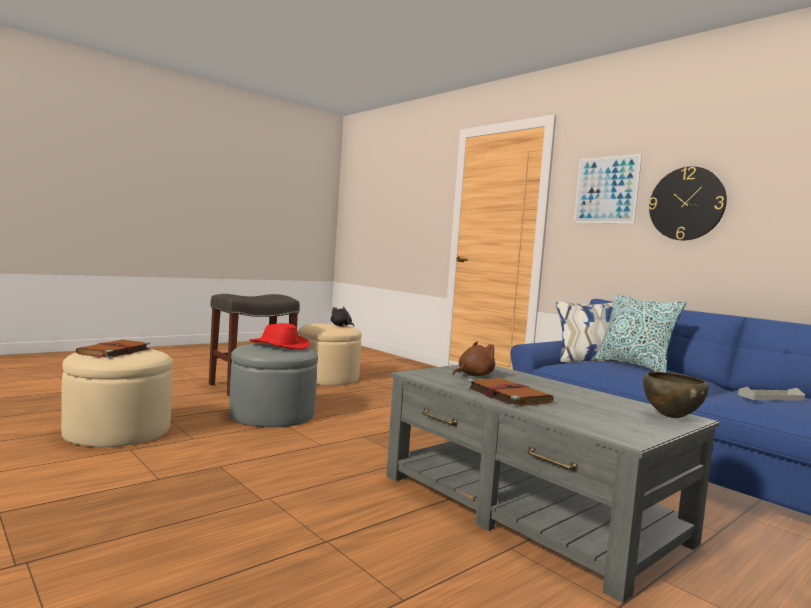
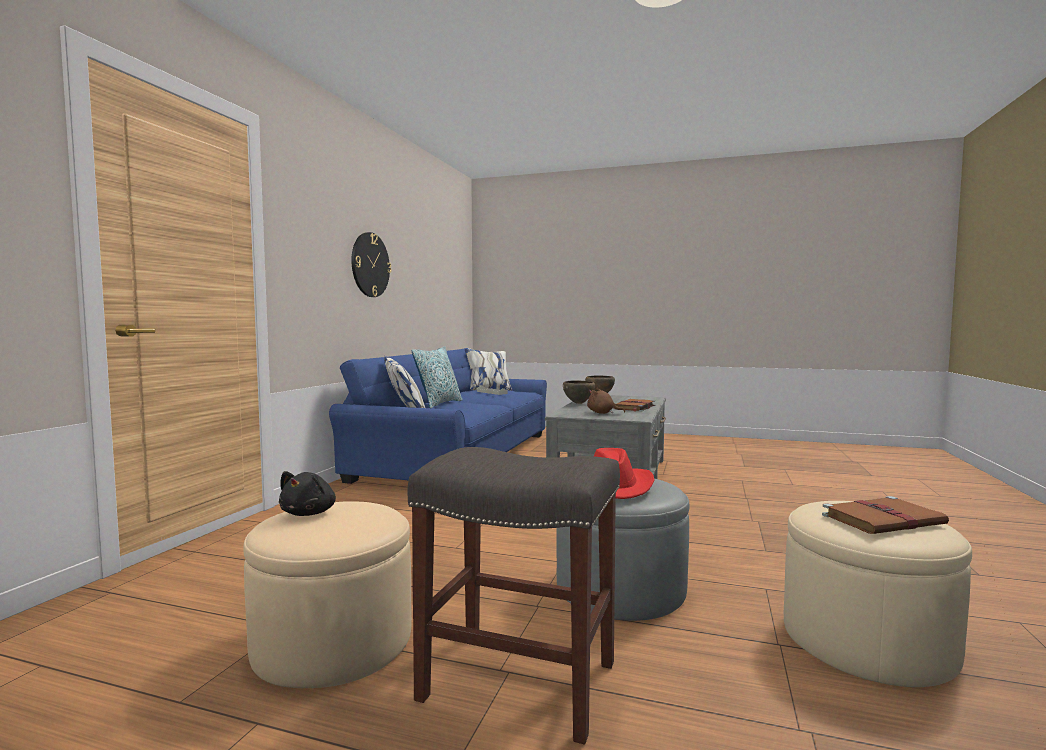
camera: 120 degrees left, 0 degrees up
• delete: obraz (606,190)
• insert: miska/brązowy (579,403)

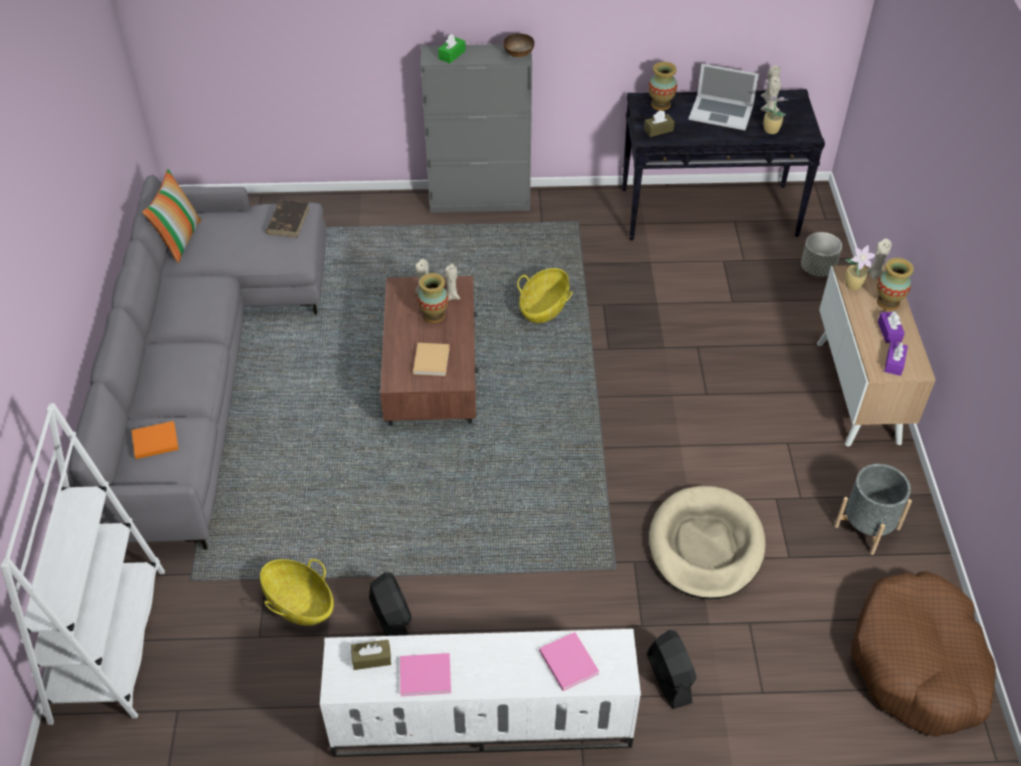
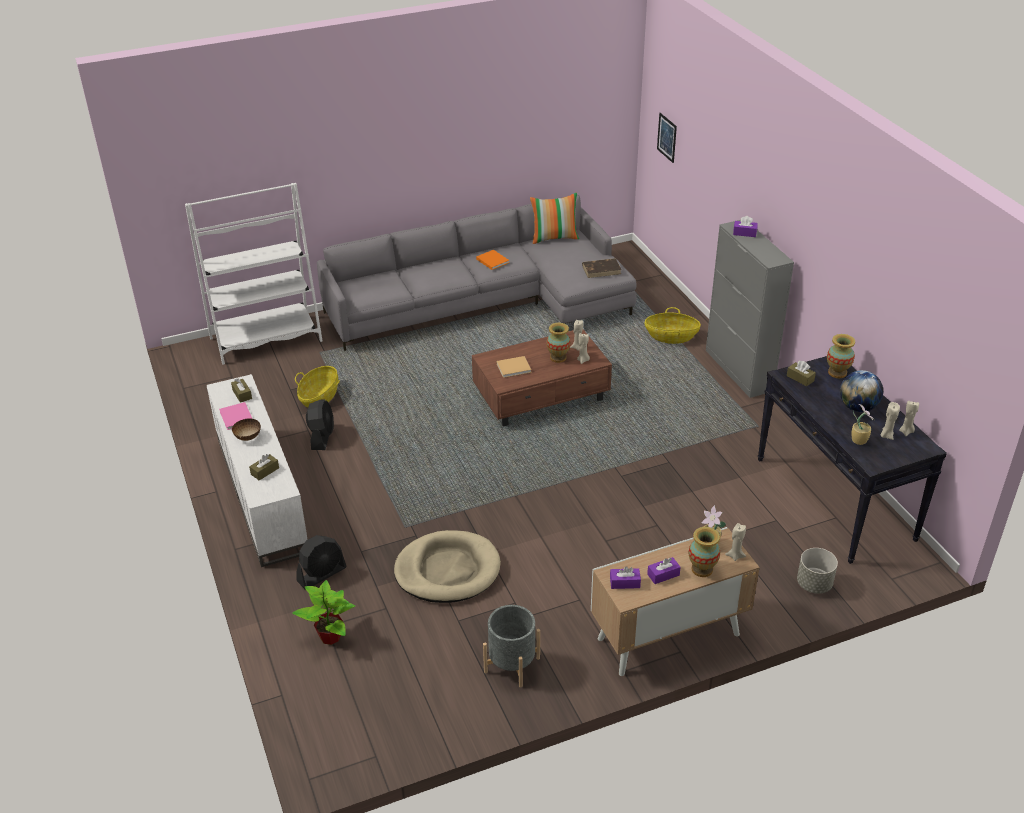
camera: 70 degrees right, 10 degrees down
• recolor: pudełko chusteczek/zielony (452,55) to pudełko chusteczek/fioletowy (744,233)
• move: miska (518,55) to (248,437)
• replace: laptop (721,112) to globus (858,407)
• move: koszyk (544,307) to (671,337)
• move: książka/pomarańczowy (153,441) to (492,260)
• rotate: wentylator/czarny (391,619) = (322,437) 45 degrees counterclockwise
• delete: legowisko/brązowy (918,663)
• replace: książka/różowy (568,661) to pudełko chusteczek/brązowy (265,471)
• insert: obraz (667,137)
• insert: roślina doniczkowa (331,636)

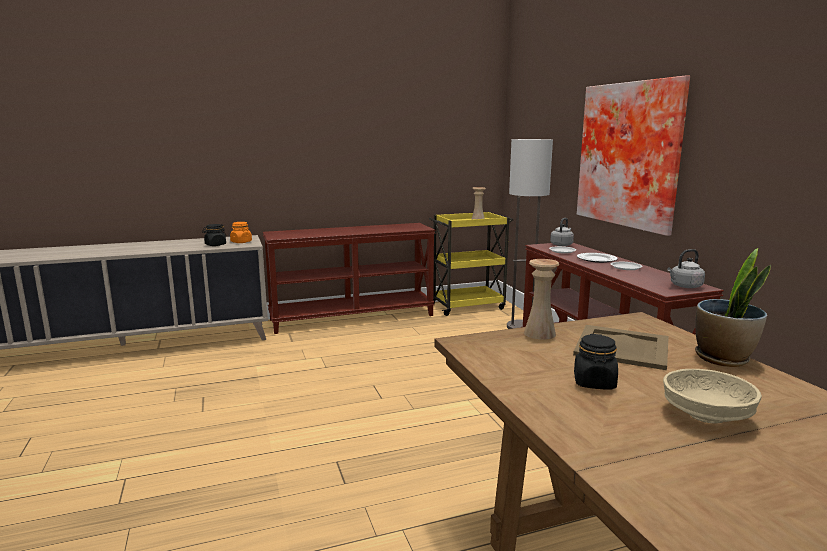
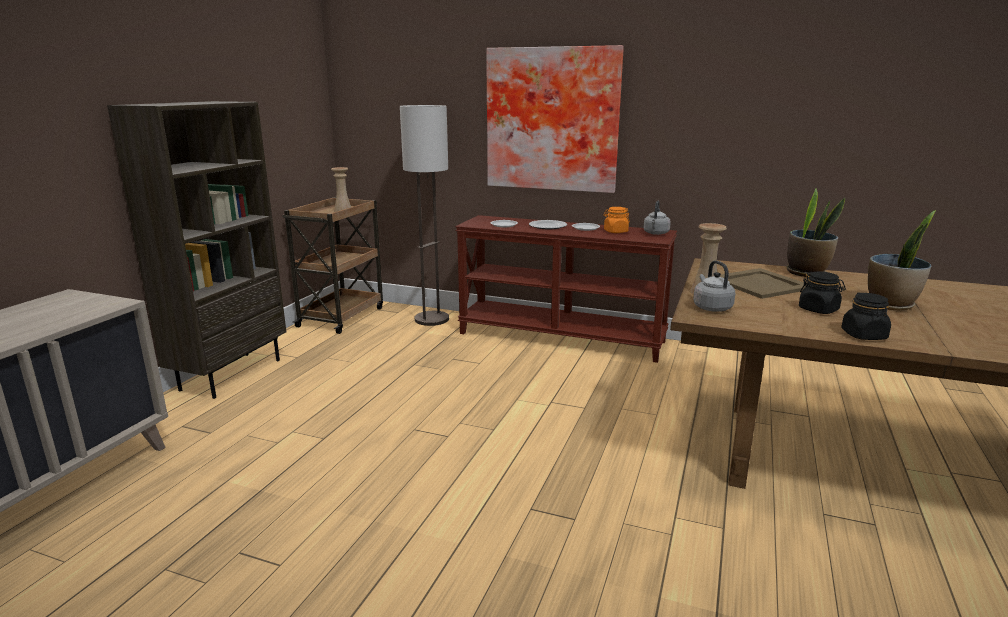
camera: 50 degrees left, 5 degrees up
• recolor: wózek/żółty (468,306) to wózek/brązowy (342,316)
• move: czajnik/szary (562,245) to (711,307)
• move: słoik/pomarańczowy (241,242) to (615,231)
• replace: stolik konsolowy/brązowy (352,317) to regał/brązowy (231,374)
• move: słoik/czarny (215,245) to (864,335)
• replace: miska/beżowy (707,415) to roślina doniczkowa (890,305)

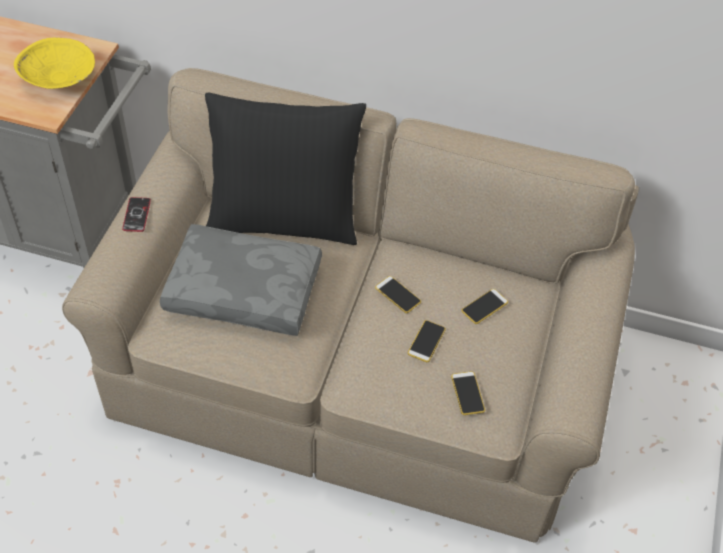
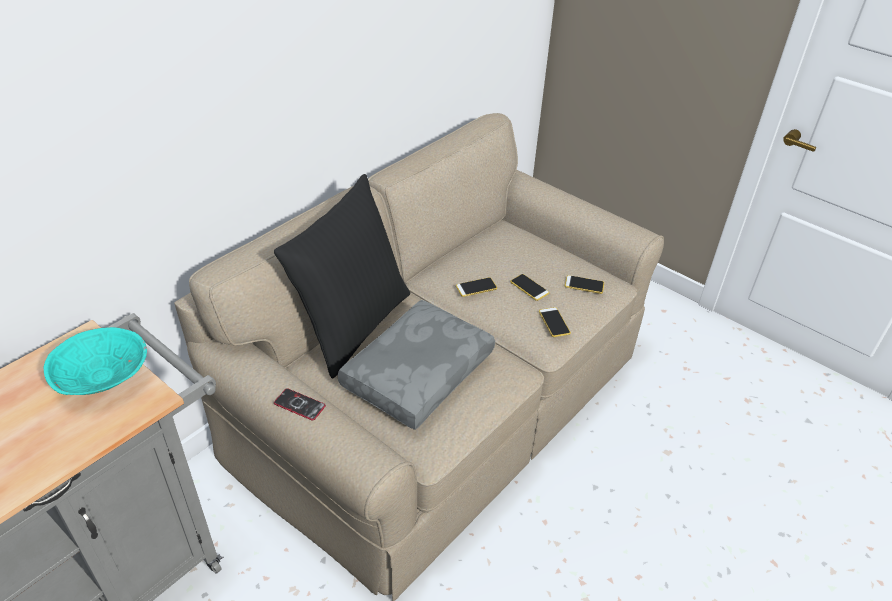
camera: 65 degrees left, 10 degrees down
• recolor: miska/żółty (60,79) to miska/turkusowy (104,377)
• move: telefon (484,306) to (554,322)

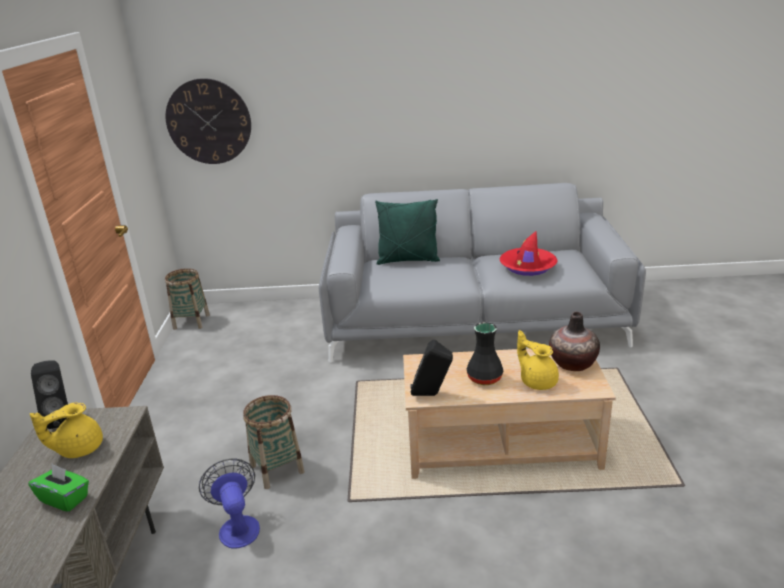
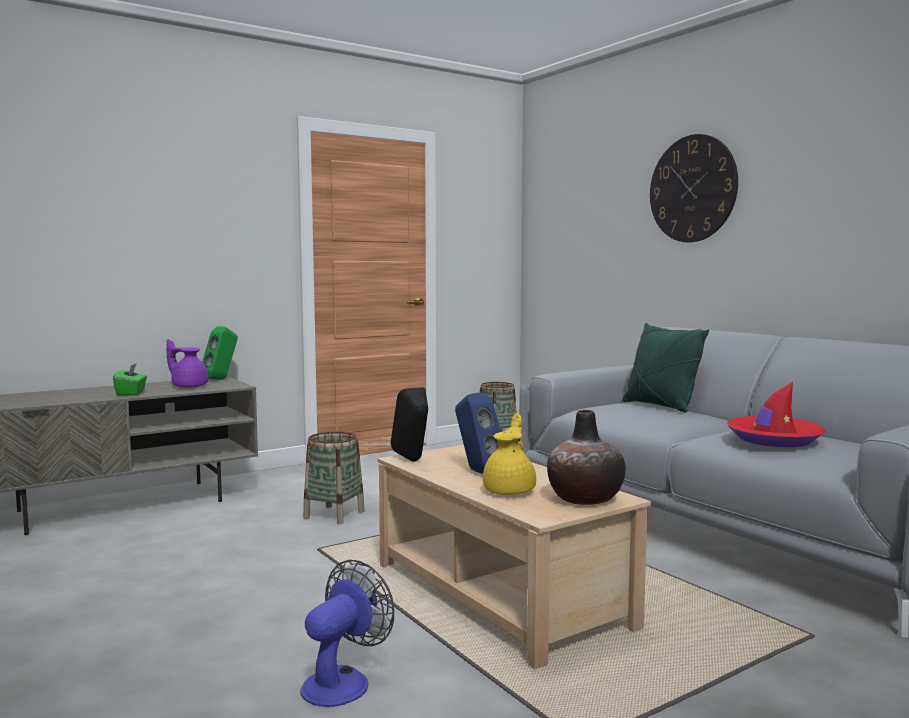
camera: 55 degrees right, 20 degrees down
• move: zegar ścienny (208,122) to (692,189)
• replace: wazon/czarny (483,378) to głośnik/niebieski (477,472)
• recolor: głośnik/czarny (62,418) to głośnik/zielony (221,379)
• recolor: imbryk/żółty (78,449) to imbryk/fioletowy (188,386)
• move: wentylator (237,526) to (343,681)

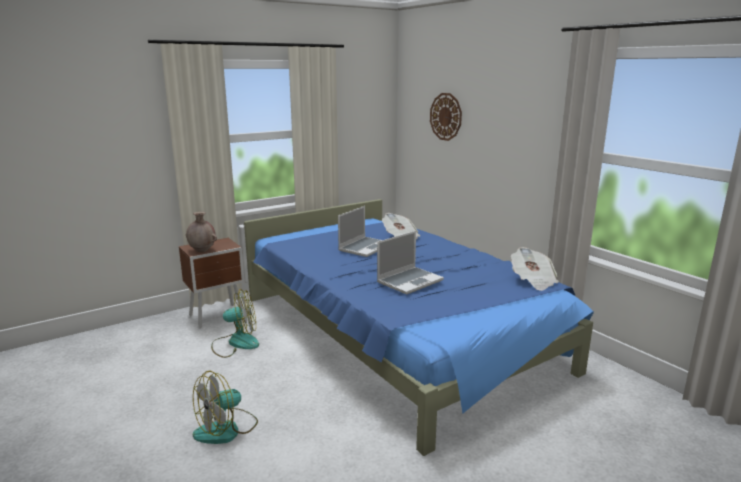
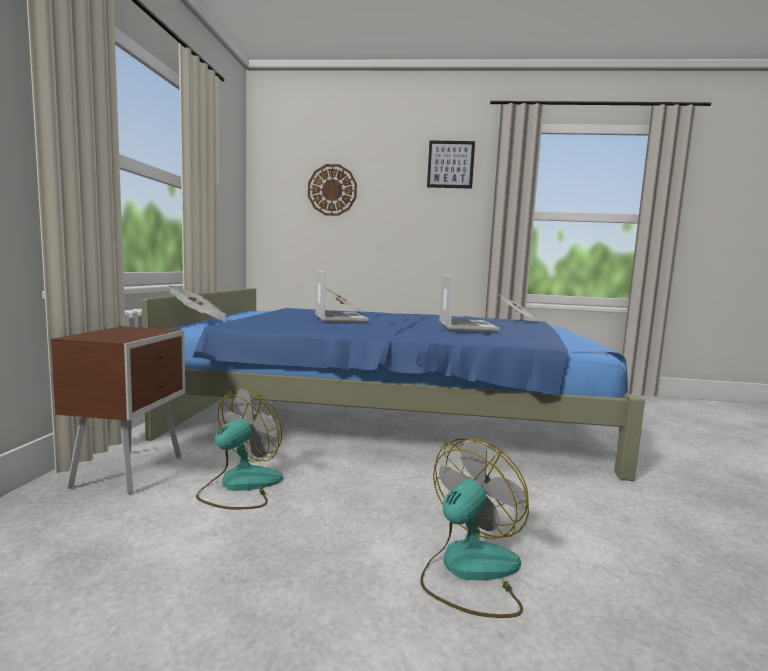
camera: 50 degrees left, 10 degrees down
• delete: wazon/brązowy (202,251)
• rotate: wentylator (226,429) = (469,571) 135 degrees counterclockwise
• insert: obraz (450,164)
• insert: gazeta (200,319)

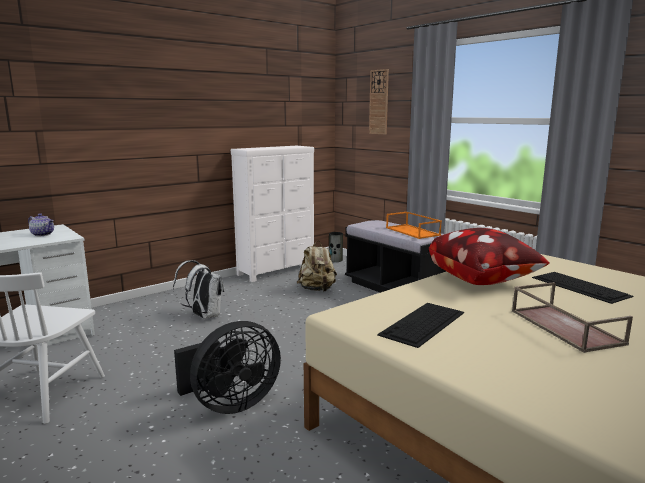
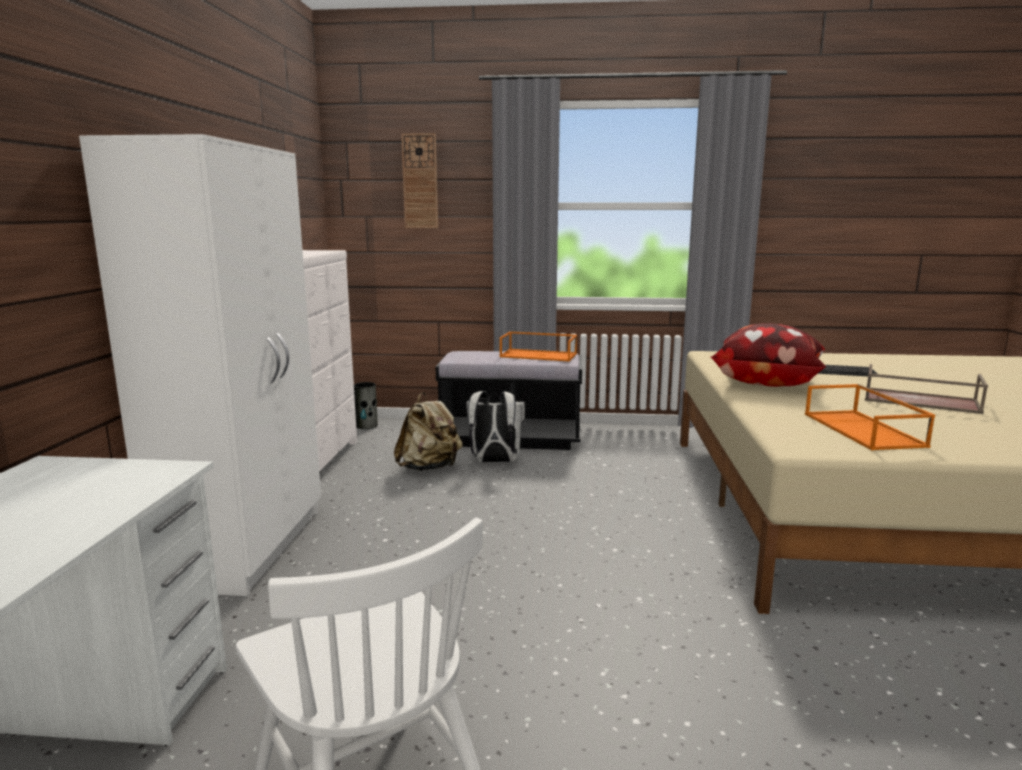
camera: 45 degrees left, 0 degrees up
• delete: imbryk (43,234)
• move: plecak/biały (203,316) to (494,462)
• replace: klawiatura (423,324) to taca/pomarańczowy (864,430)
• delete: wentylator/czarny (230,404)
• insert: szafa/biały (247,546)

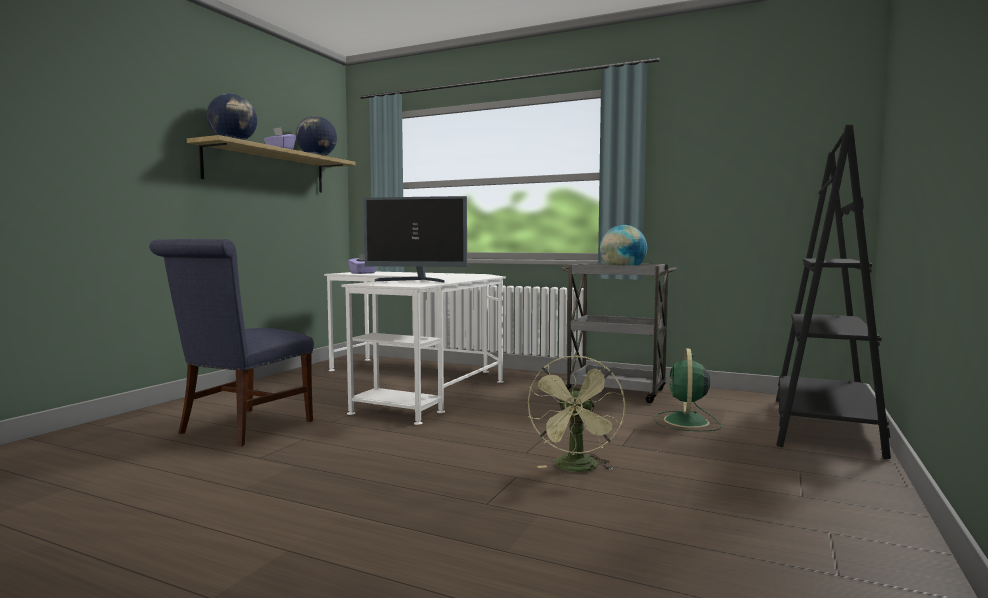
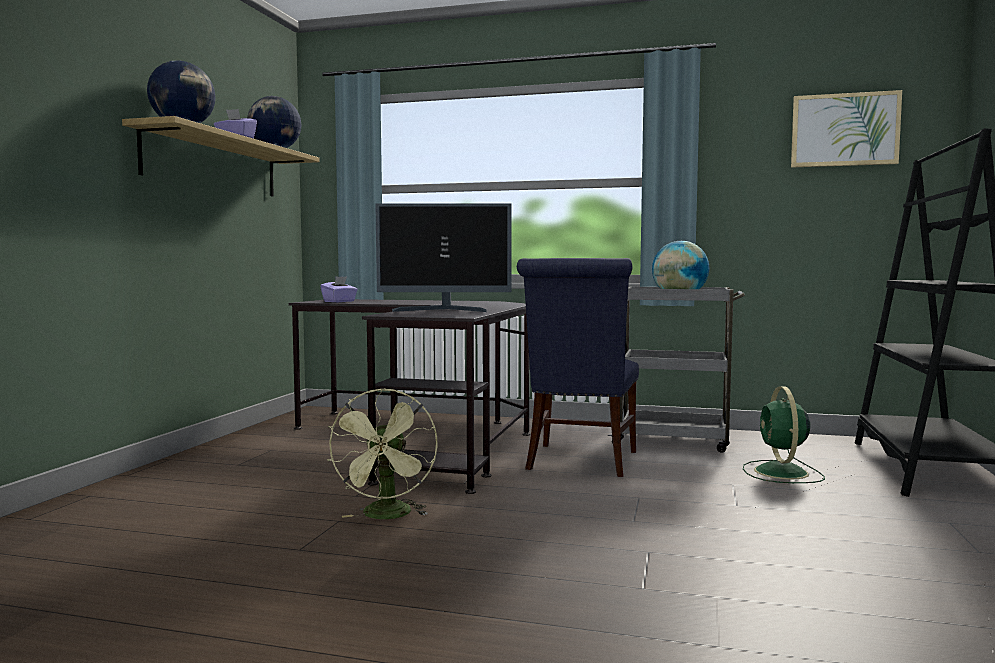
camera: 10 degrees left, 0 degrees up
• move: krzesło/niebieski (240,429) to (580,462)
• recolor: biurko/biały (418,382) to biurko/czarny (425,439)
• move: wentylator/zielony (577,469) to (387,516)
• insert: obraz (844,130)

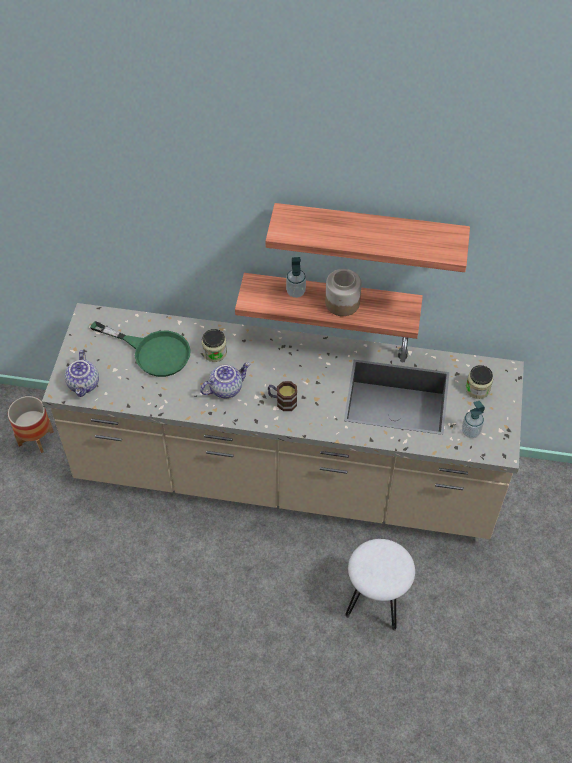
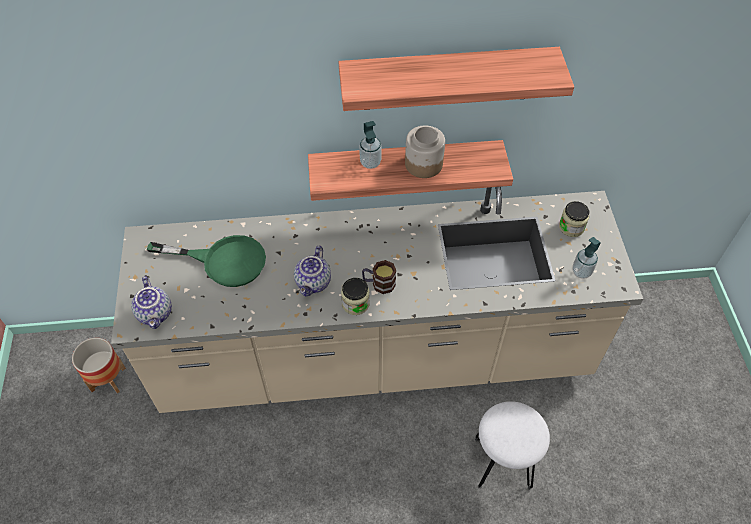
camera: 15 degrees left, 0 degrees up
• move: słoik (215,352) to (355,303)
• rotate: imbryk (226,388) = (314,283) 150 degrees clockwise

